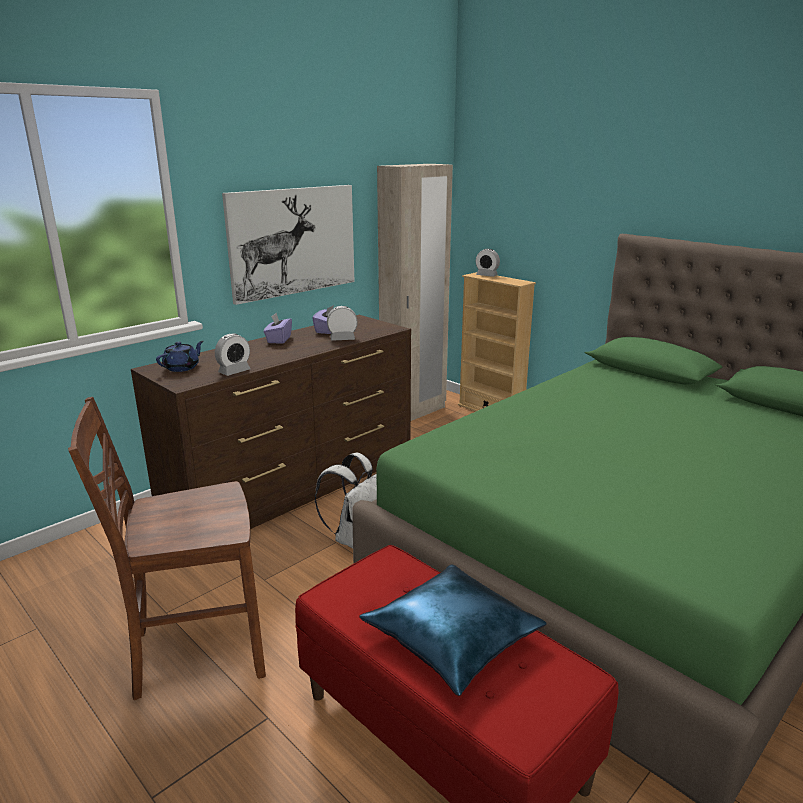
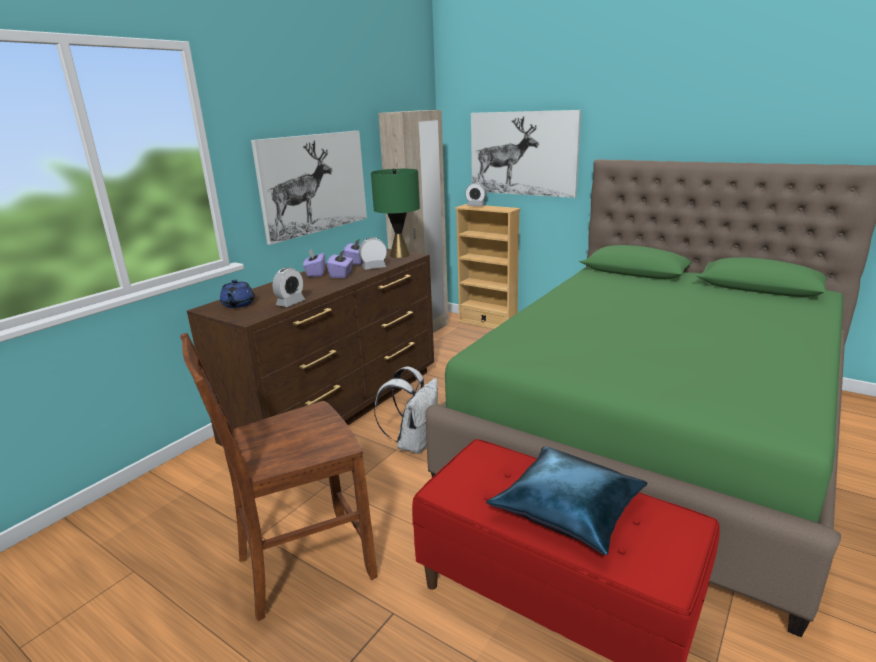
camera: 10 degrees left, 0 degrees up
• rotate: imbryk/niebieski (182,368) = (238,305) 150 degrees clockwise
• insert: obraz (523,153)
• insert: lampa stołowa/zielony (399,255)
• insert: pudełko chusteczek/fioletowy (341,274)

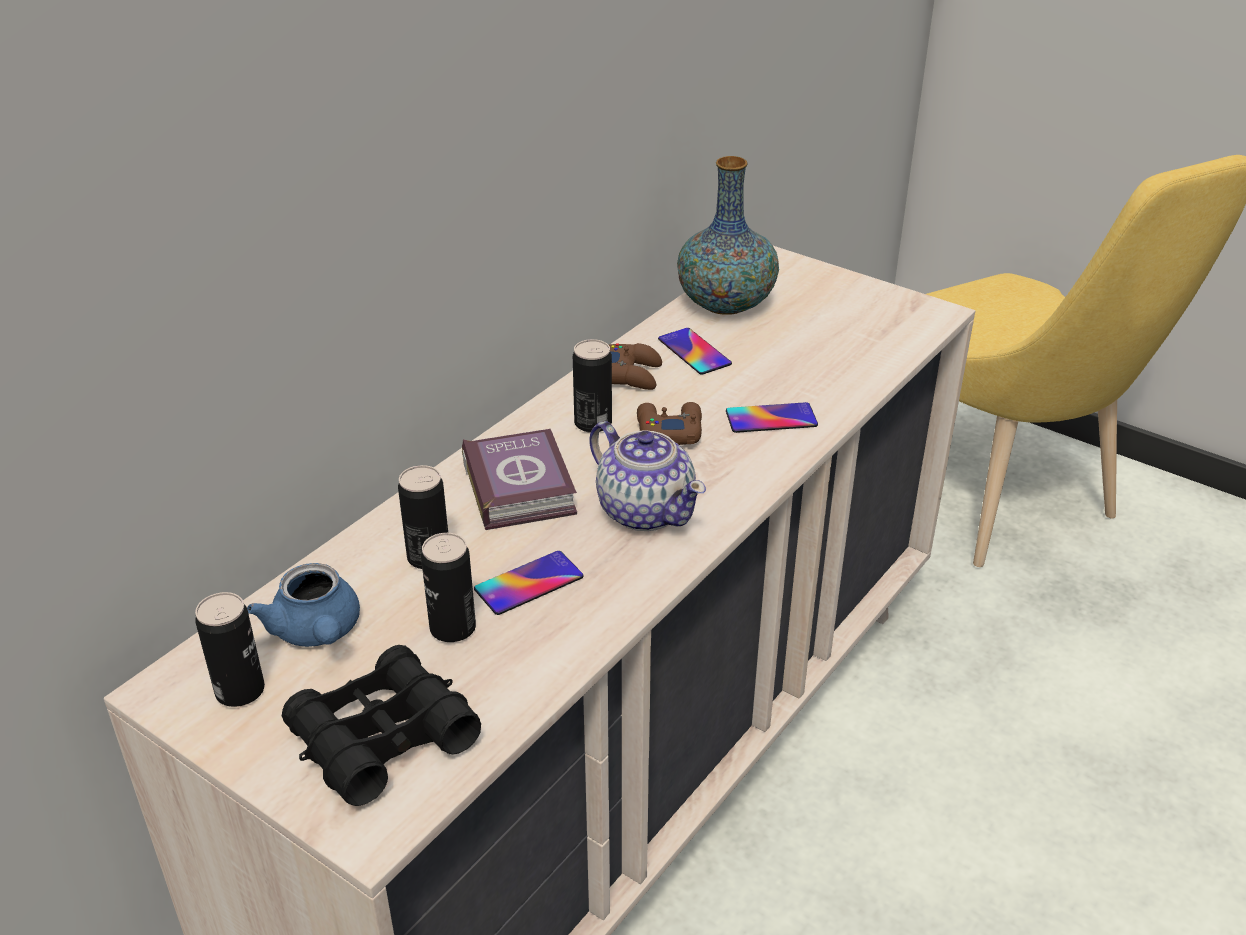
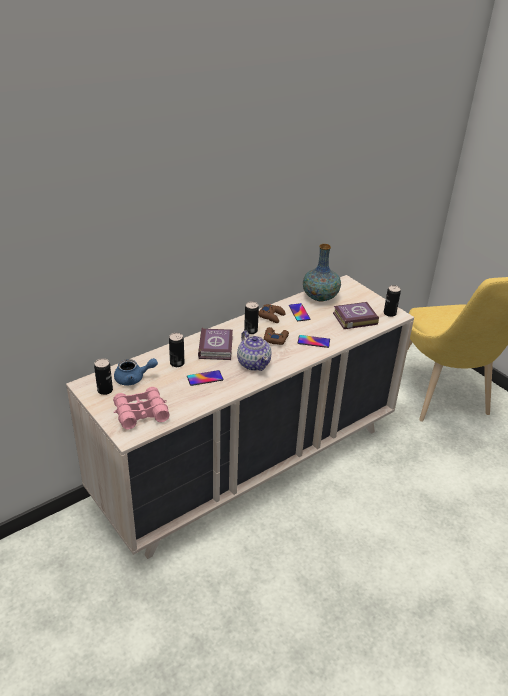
camera: 15 degrees right, 0 degrees up
• move: puszka (453,628) to (389,313)
• rotate: imbryk/niebieski (317,633) = (133,378) 90 degrees counterclockwise
• recolor: lornetka/czarny (382,738) to lornetka/różowy (141,413)
• insert: książka (353,318)

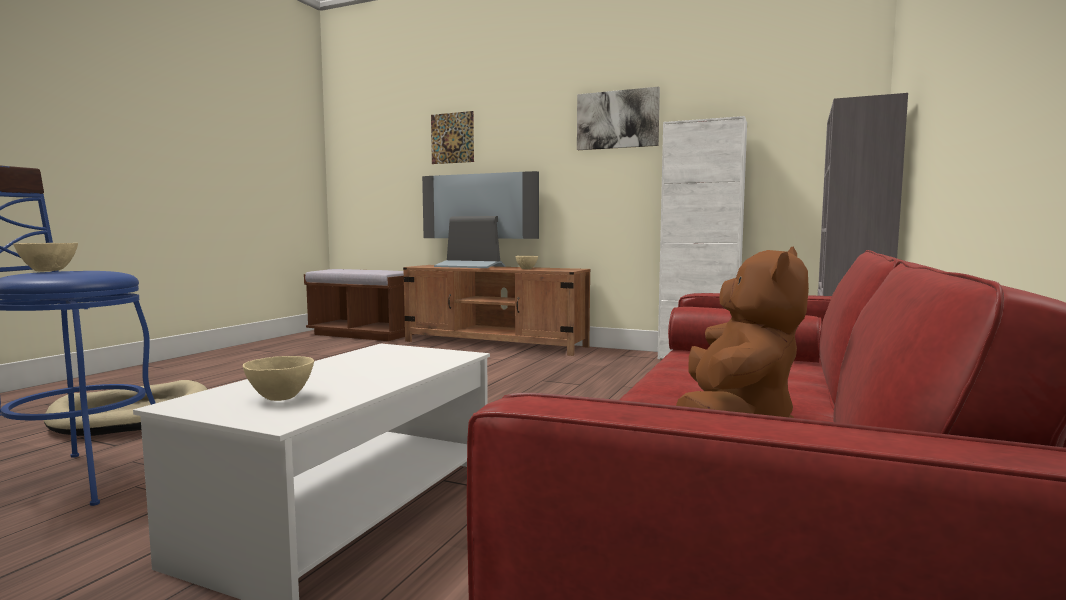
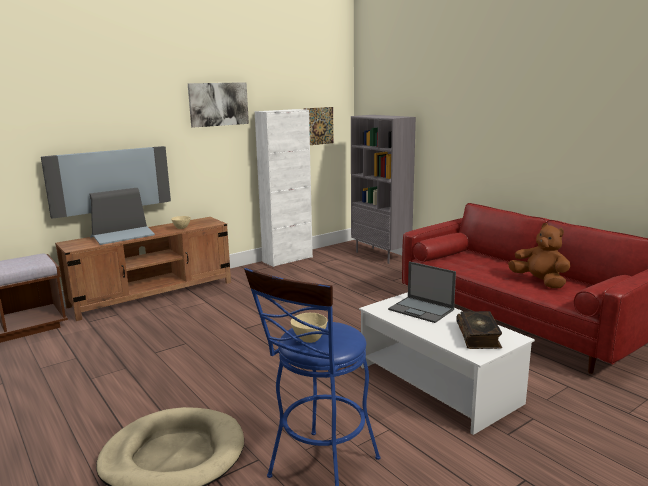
camera: 60 degrees left, 10 degrees up
• move: obraz (452,138) to (318,126)
• replace: miska/beżowy (280,398) to książka (479,336)
• insert: laptop (422,310)

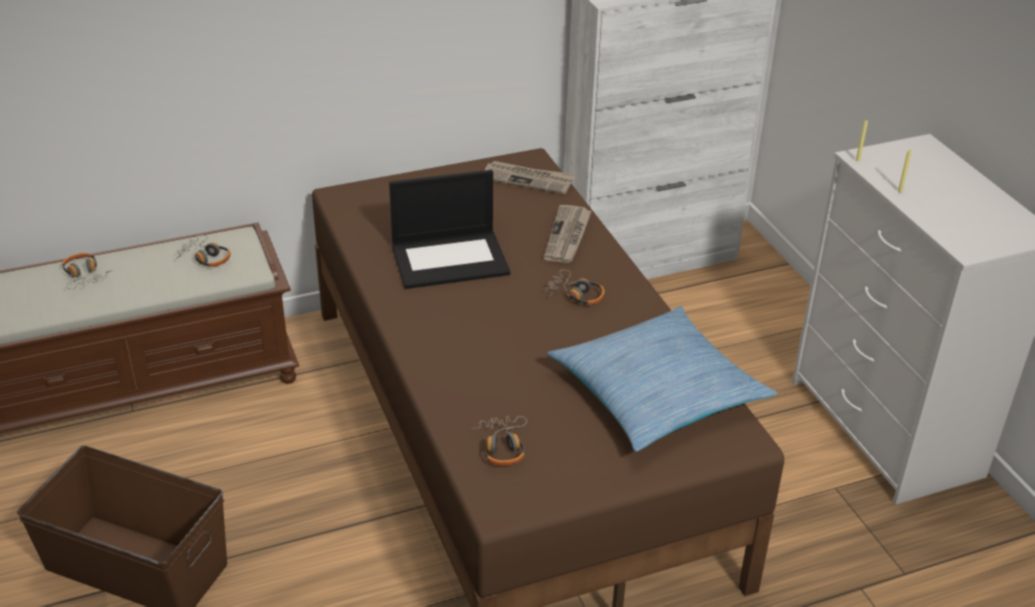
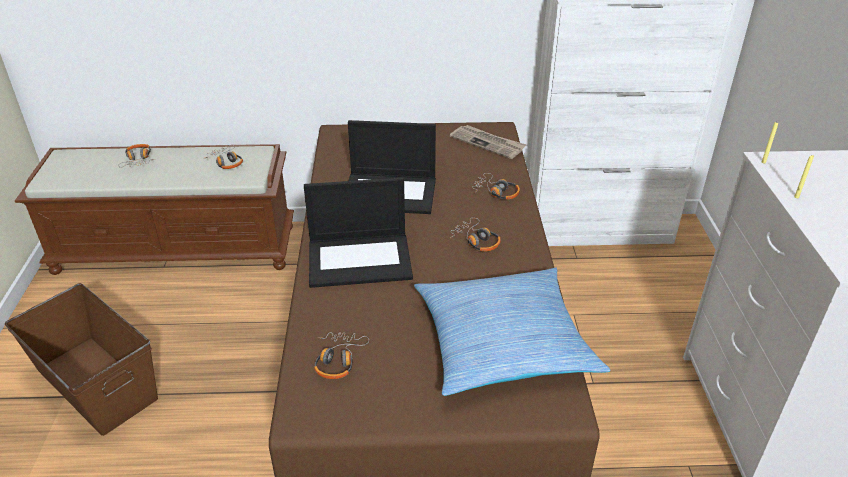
camera: 20 degrees right, 0 degrees up
• replace: gazeta (568,236) to słuchawki (496,192)
• insert: laptop (361,259)

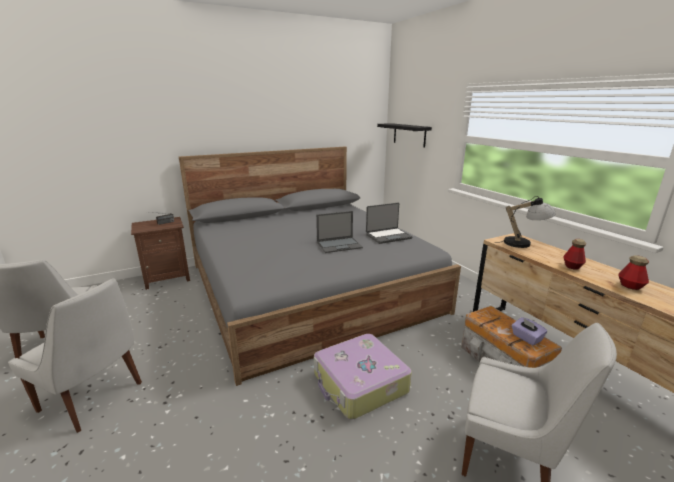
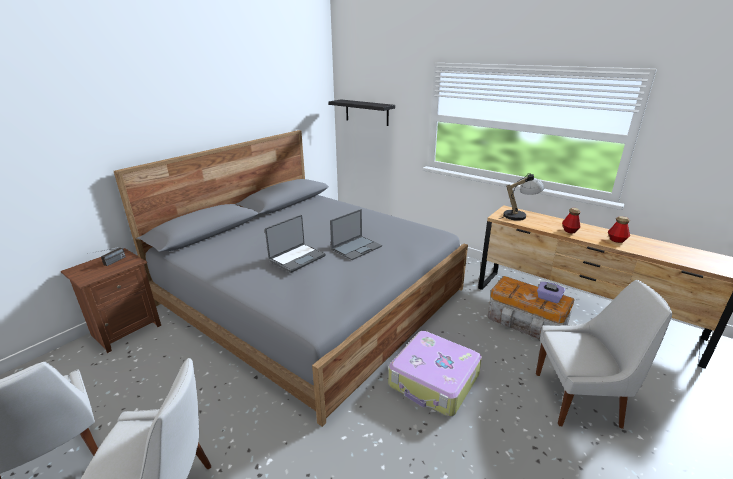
camera: 25 degrees left, 5 degrees up
• move: laptop (388,236) to (297,258)

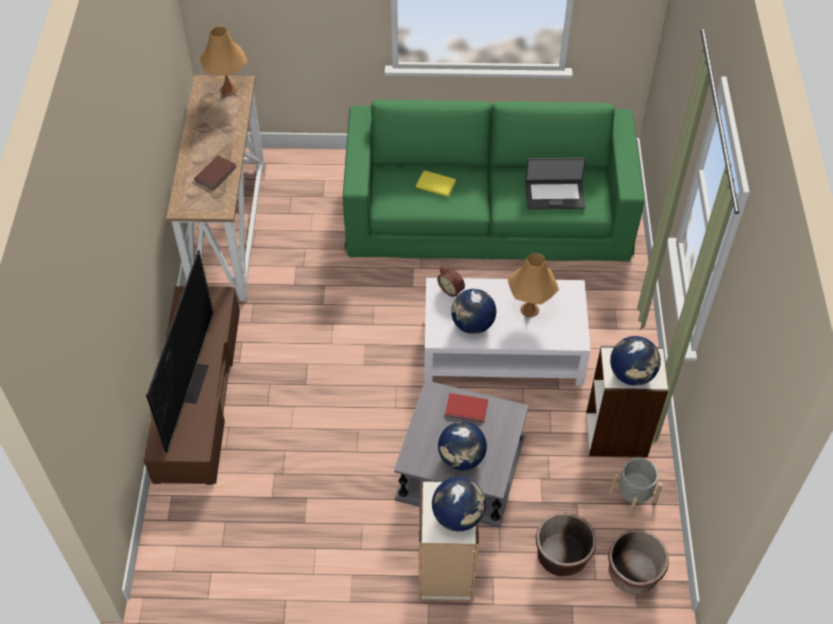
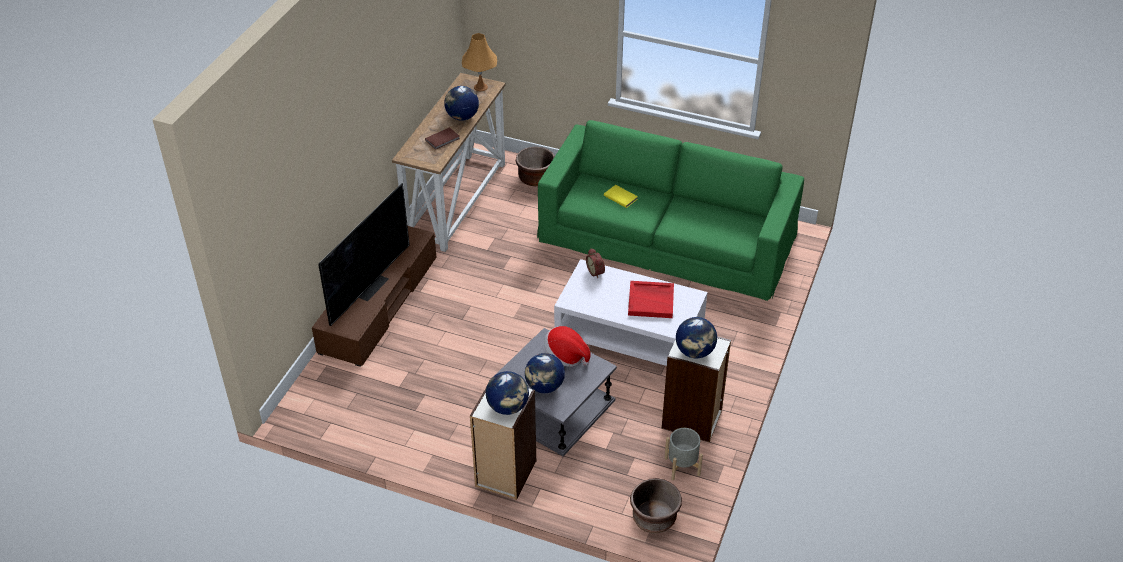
camera: 20 degrees right, 10 degrees down
• delete: laptop (554,195)
• replace: lampa stołowa/pomarańczowy (530,309) to taca/czerwony (651,301)
• move: globus (472,324) to (462,117)
• replace: książka/czerwony (467,409) to kapelusz (566,356)
• move: donica/brązowy (562,556) to (535,178)

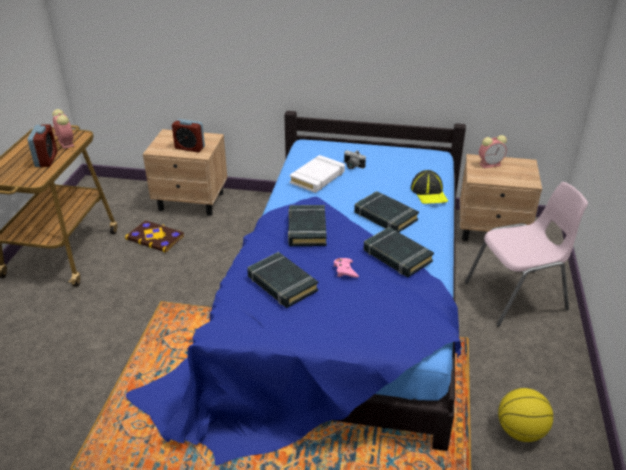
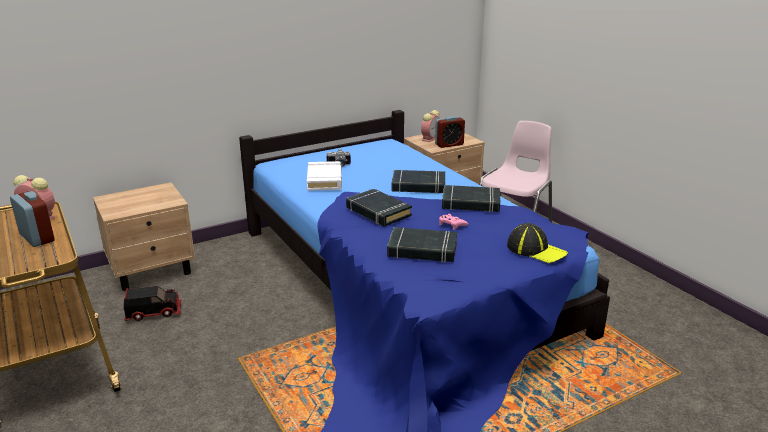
camera: 40 degrees left, 10 degrees down
• move: budzik (190,148) to (449,144)
• move: czapka z daszkiem (429,193) to (536,250)
• replace: książka (155,237) to ciężarówka zabawkowa (154,312)
• delete: piłka do koszykówki (520,431)

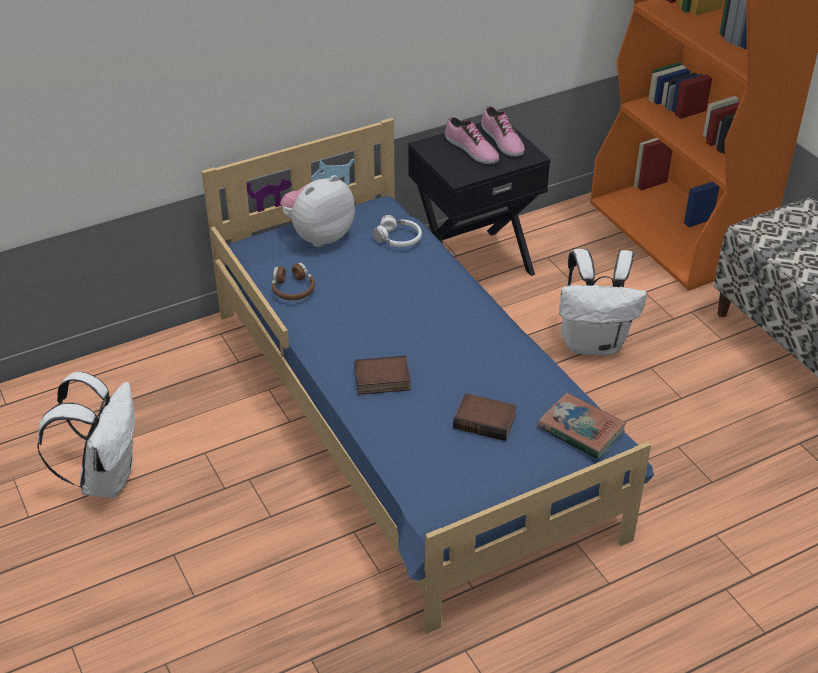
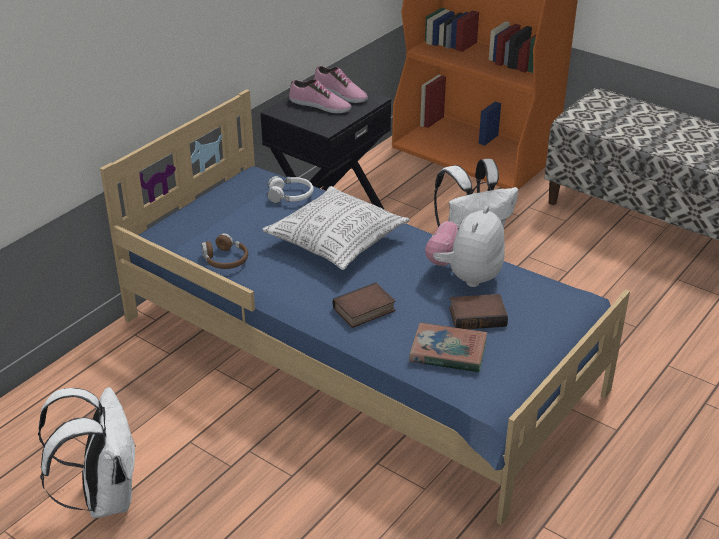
camera: 25 degrees left, 5 degrees down
• move: pluszak (319,236) to (465,276)
• move: książka (581,430) to (448,352)
• insert: poduszka (337,241)

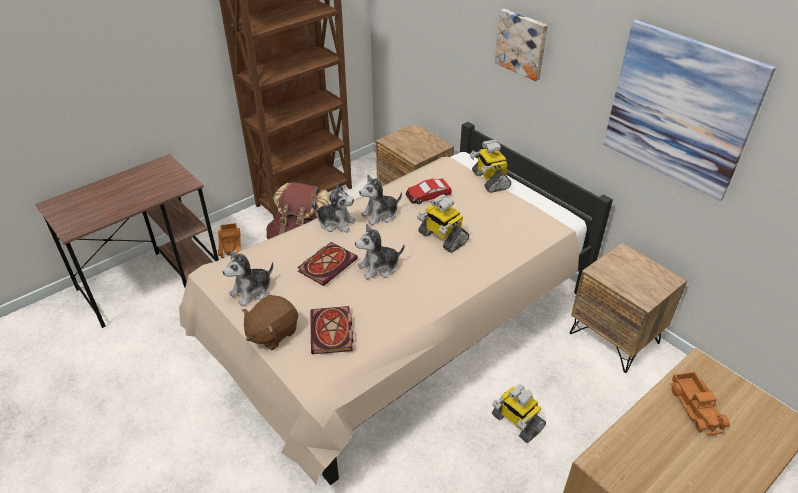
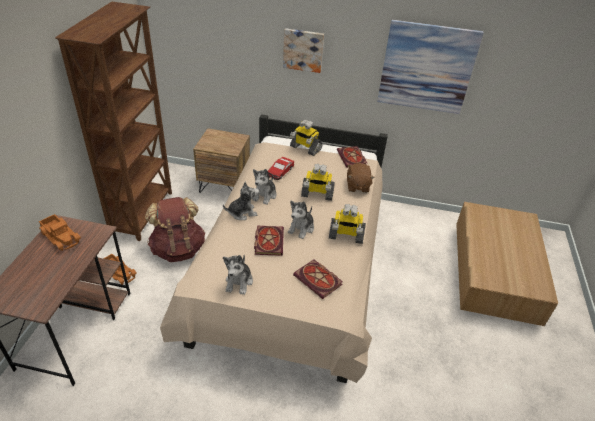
camera: 40 degrees left, 0 degrees up
• delete: szafka nocna/brązowy (614,338)
• move: pluszak/brązowy (272,333) to (357,186)
• move: ciężarówka zabawkowa (696,407) to (61,236)
• move: robot zabawkowy (516,422) to (346,235)
• insert: książka (352,158)

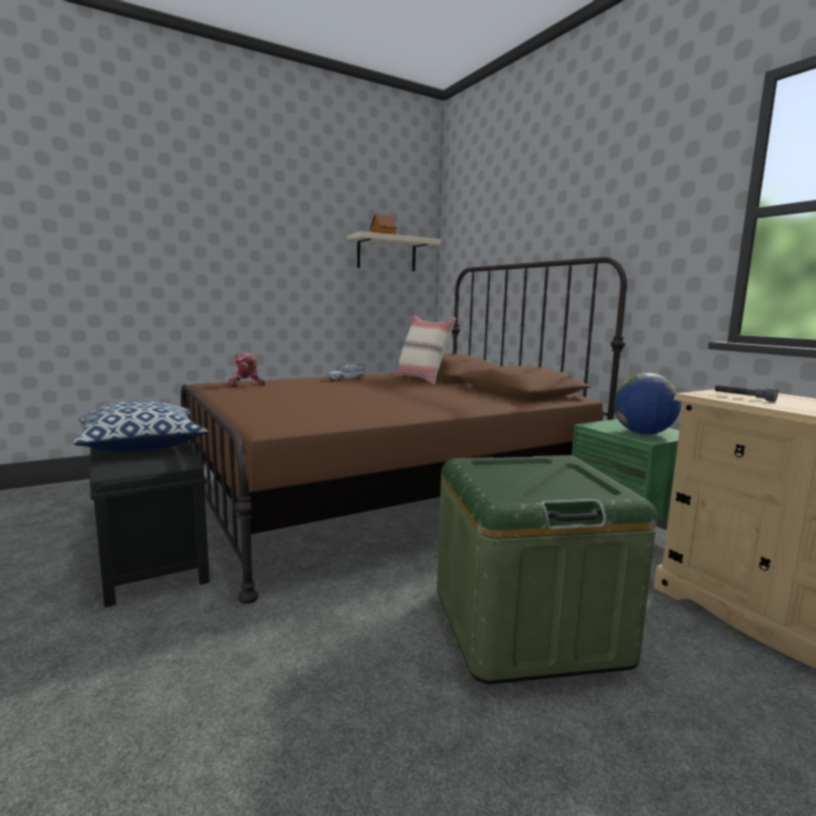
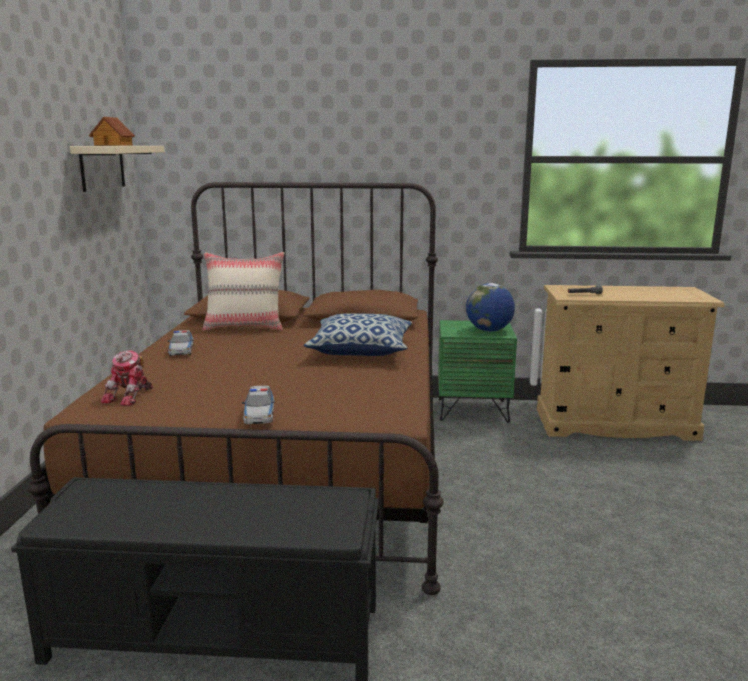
camera: 55 degrees left, 5 degrees up
• move: poduszka (142,445) to (361,351)
• delete: pojemnik do przechowywania/zielony (527,626)
• insert: samochodzik (259,414)

